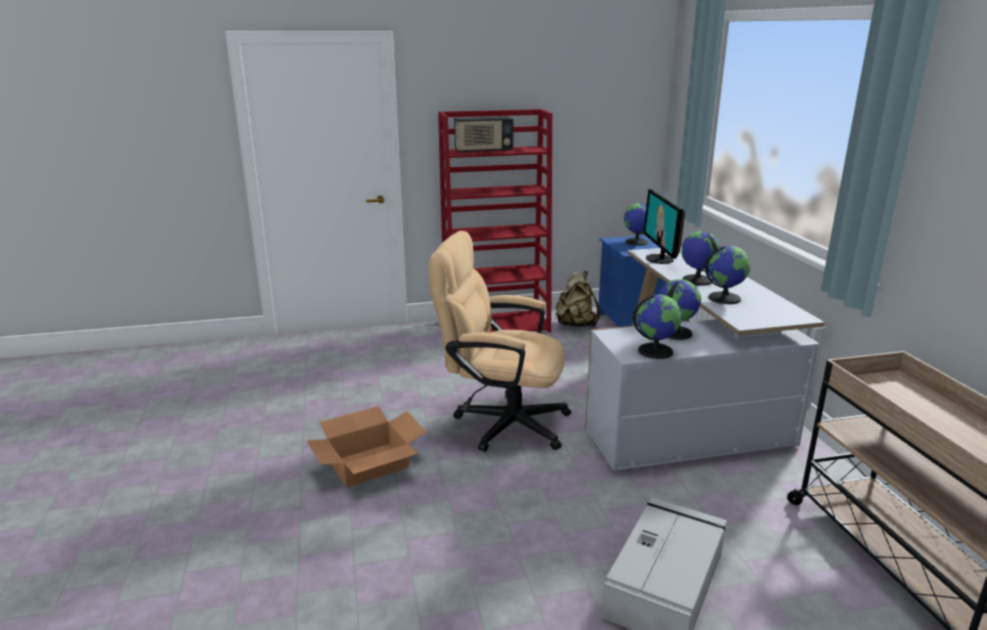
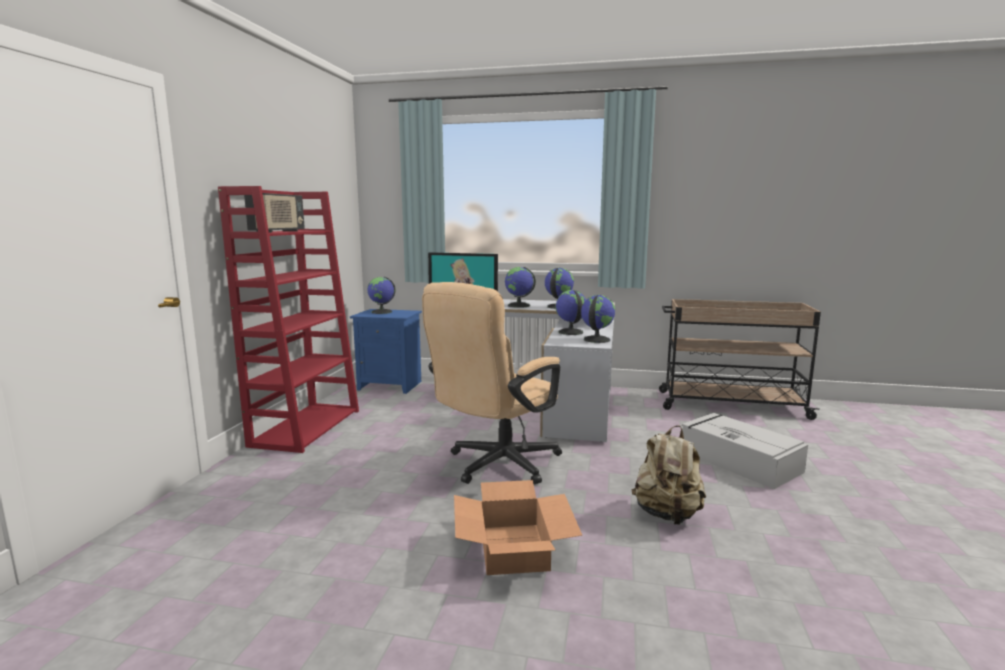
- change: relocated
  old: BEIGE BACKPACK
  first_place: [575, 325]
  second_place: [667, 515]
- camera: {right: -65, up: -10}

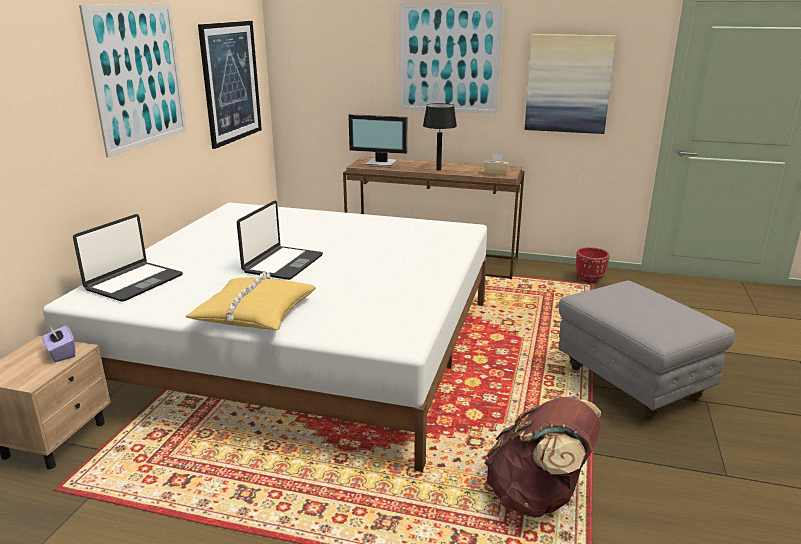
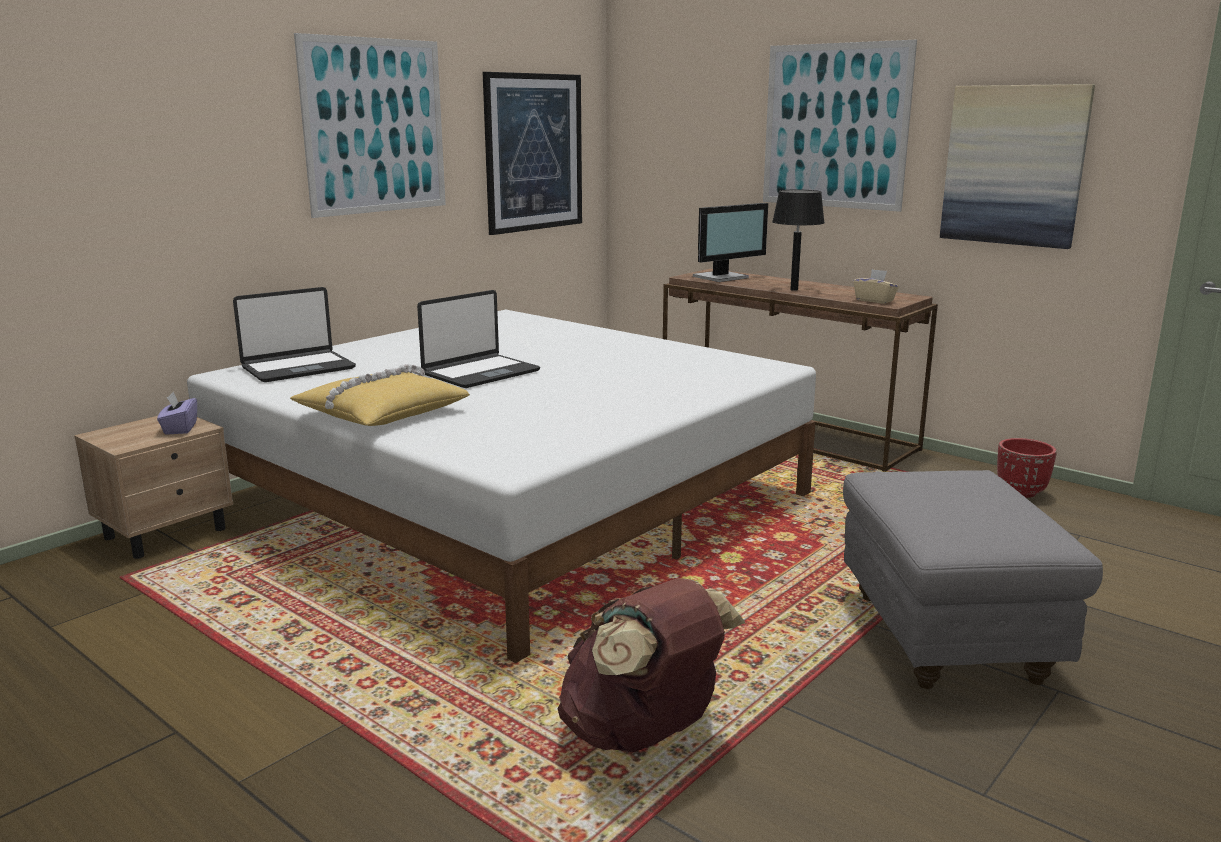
- change: spun
  old: MONITOR
  first_place: [381, 163]
  second_place: [722, 277]
  degrees: -75
- camera: {right: 25, up: -5}

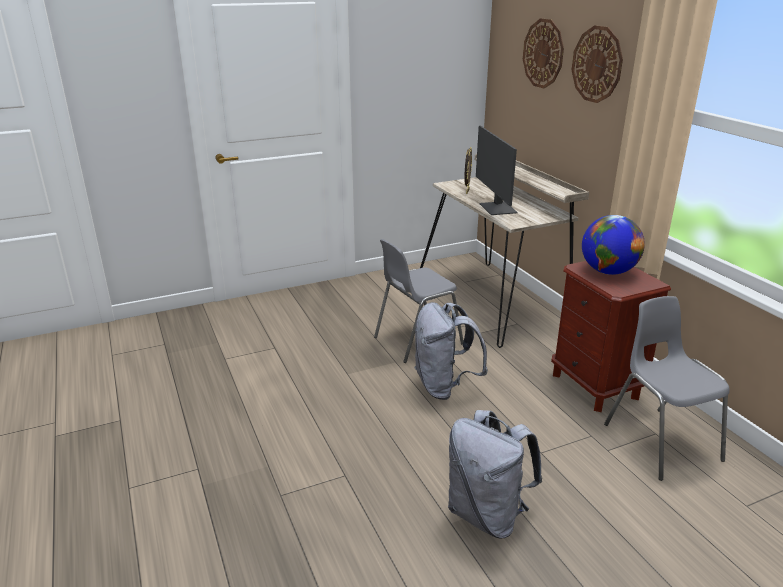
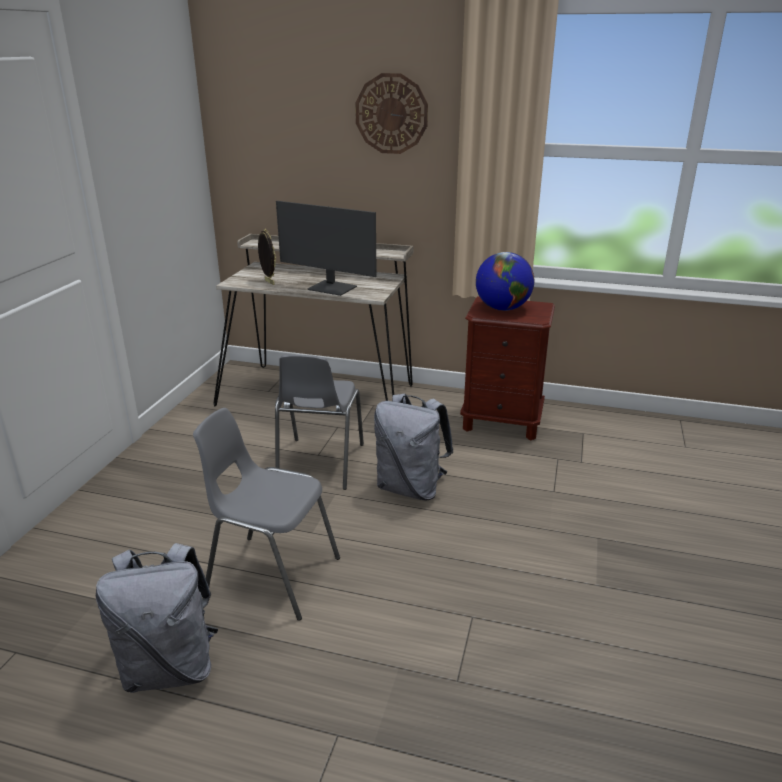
- change: relocated
  old: GREY BACKPACK
  first_place: [487, 514]
  second_place: [170, 667]
- change: missing
  old: WALL CLOCK
  first_place: [543, 53]
- change: relocated
  old: GREY CHAIR
  first_place: [660, 441]
  second_place: [272, 574]
- camera: {right: -50, up: 0}

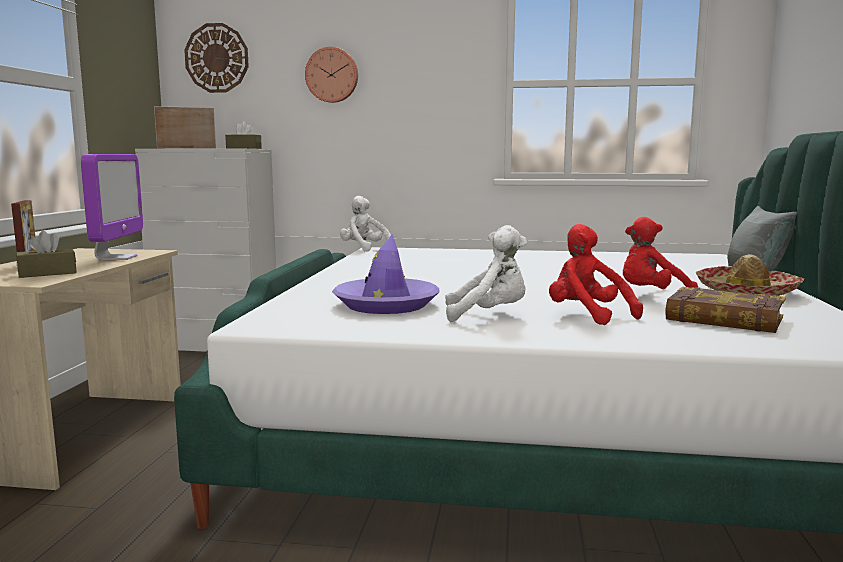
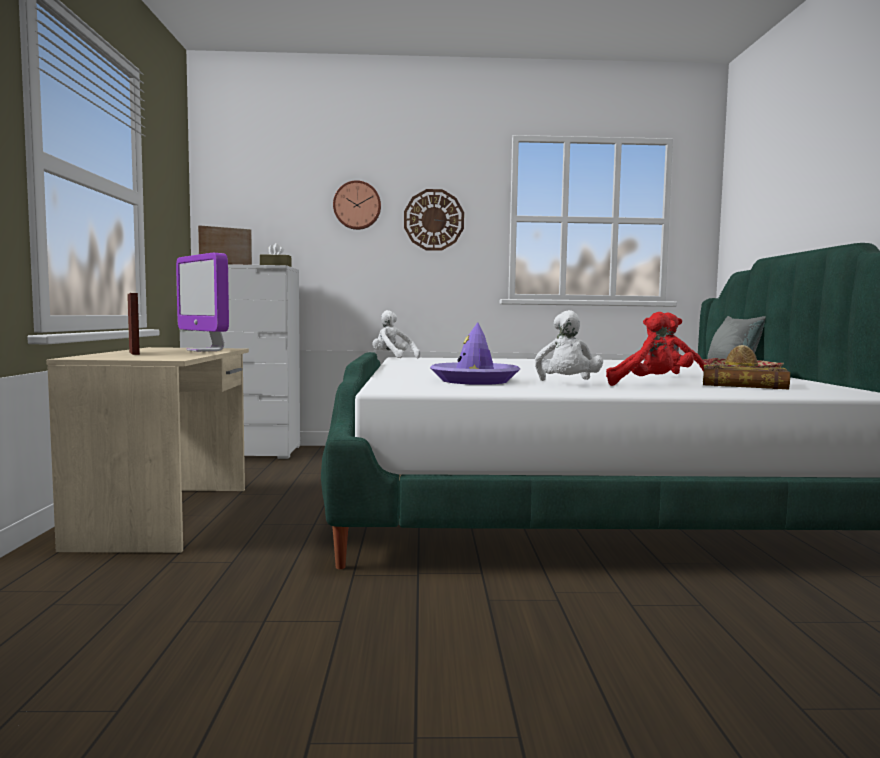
- change: missing
  old: BROWN TISSUE BOX
  first_place: [47, 273]
- change: spun
  old: MONITOR
  first_place: [116, 258]
  second_place: [205, 350]
  degrees: 150
- change: relocated
  old: WALL CLOCK
  first_place: [217, 58]
  second_place: [434, 220]
- change: spun
  old: WHITE PLUSH TOY
  first_place: [489, 315]
  second_place: [567, 384]
  degrees: 105
- change: spun
  old: RED PLUSH TOY
  first_place: [587, 316]
  second_place: [642, 384]
  degrees: 150
- camera: {right: -10, up: -5}

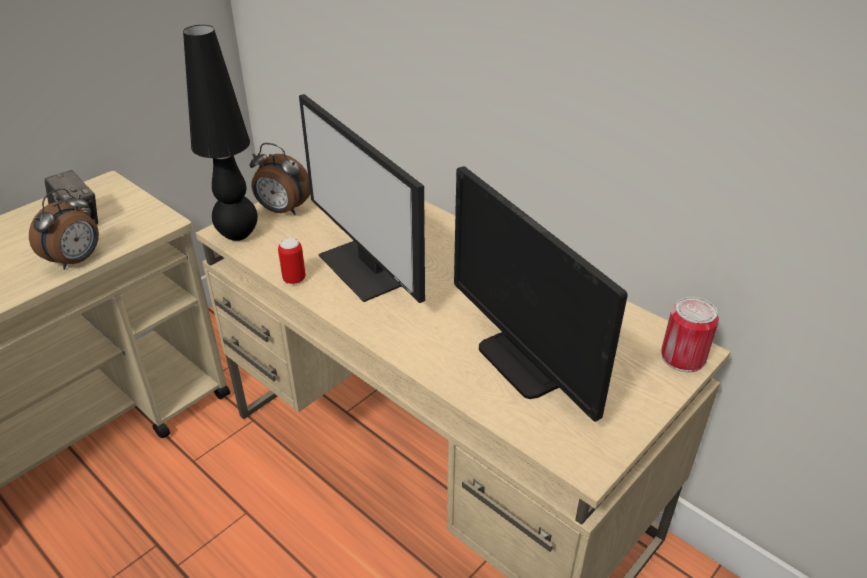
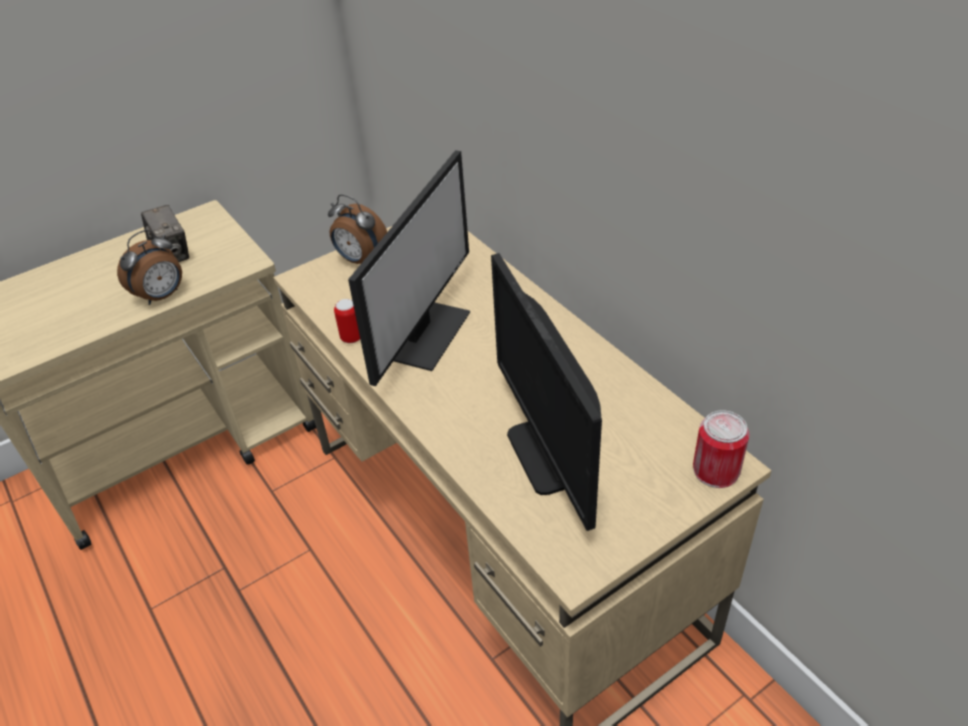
- change: missing
  old: BLACK TABLE LAMP
  first_place: [238, 235]
- change: spun
  old: MONITOR
  first_place: [367, 268]
  second_place: [424, 333]
  degrees: -135
- camera: {right: 15, up: 5}

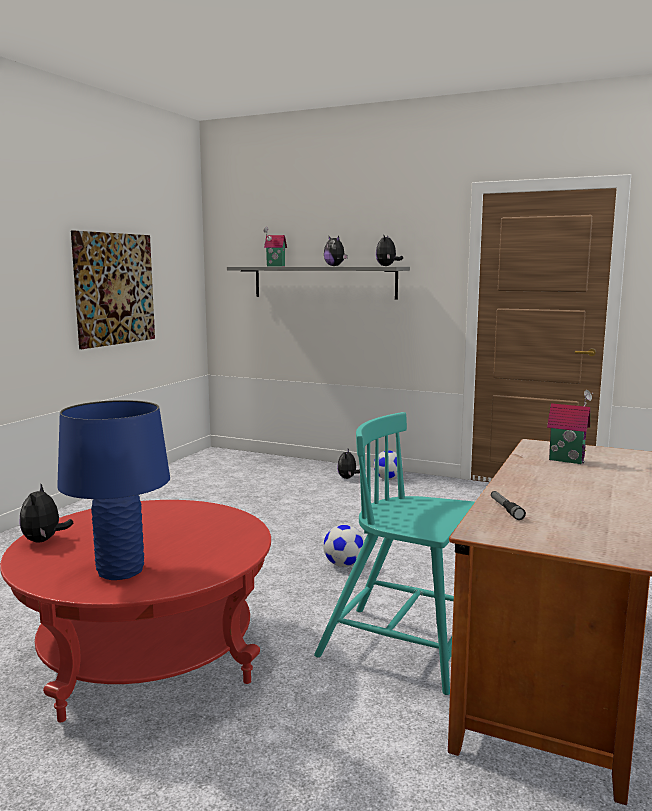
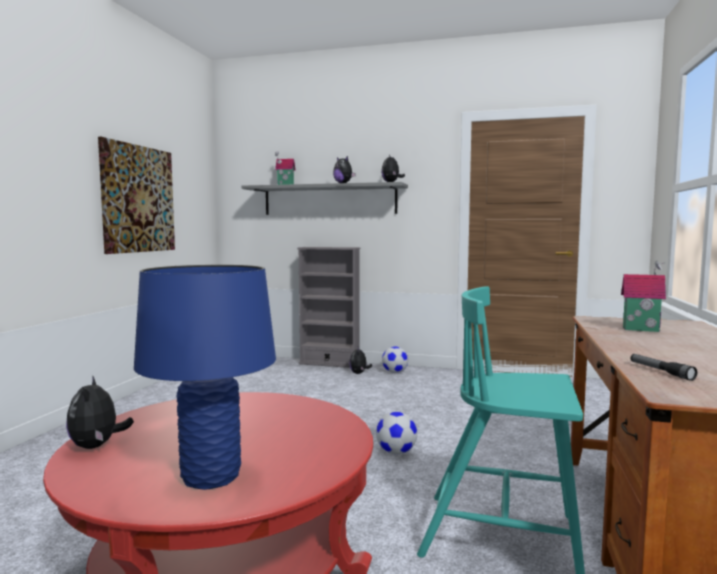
- change: appeared
  new: GREY BOOKCASE
  second_place: [329, 363]
- camera: {right: -10, up: -5}

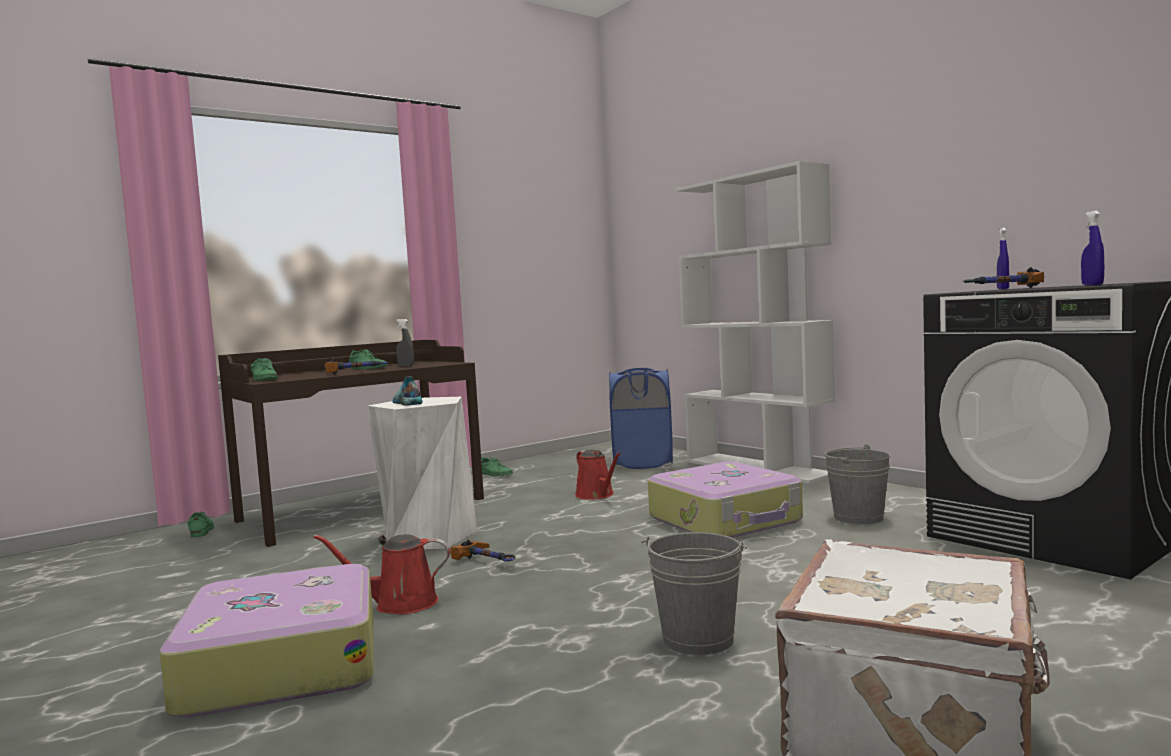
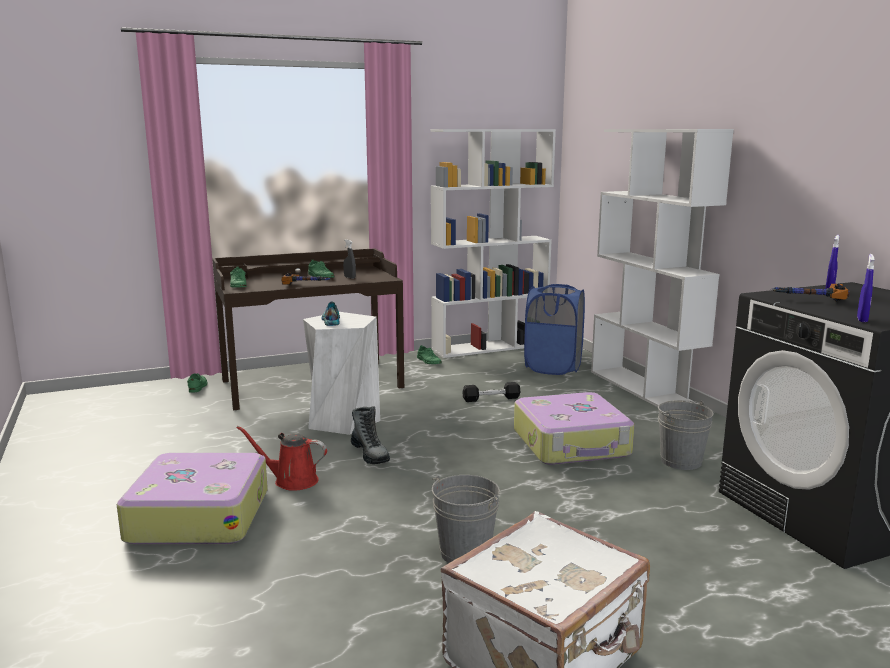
- change: exchanged
  old: HAMMER
  new: BOOT
  first_place: [488, 562]
  second_place: [370, 454]
- change: exchanged
  old: RED WATERING CAN
  new: BLACK DUMBBELL
  first_place: [596, 495]
  second_place: [491, 399]
- change: appeared
  new: WHITE BOOKCASE
  second_place: [490, 347]
- camera: {right: 15, up: 10}

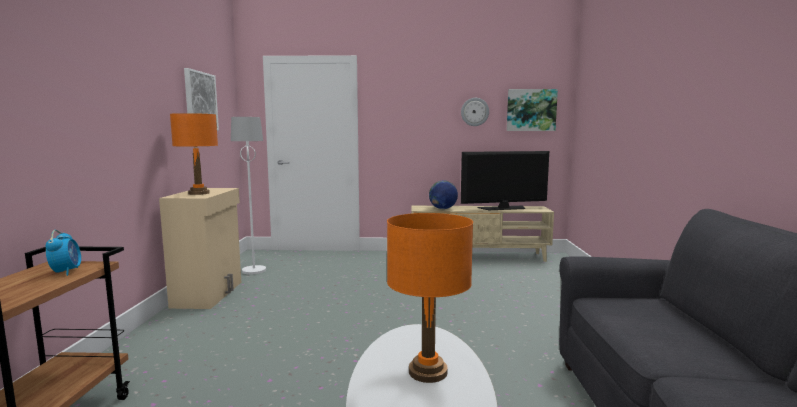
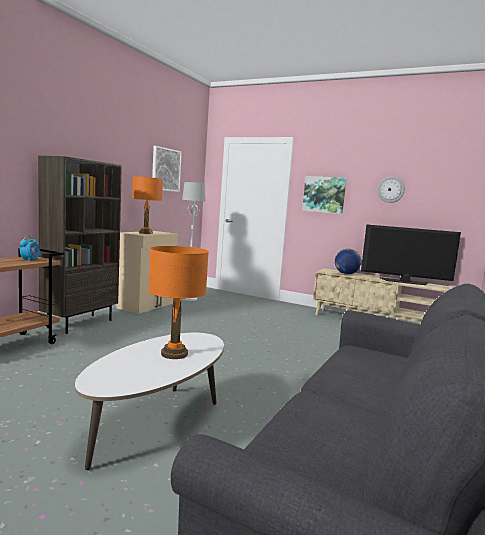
- change: relocated
  old: PICTURE
  first_place: [531, 110]
  second_place: [324, 194]
- change: appeared
  new: BROWN BOOKCASE
  second_place: [80, 323]
- camera: {right: 25, up: 0}

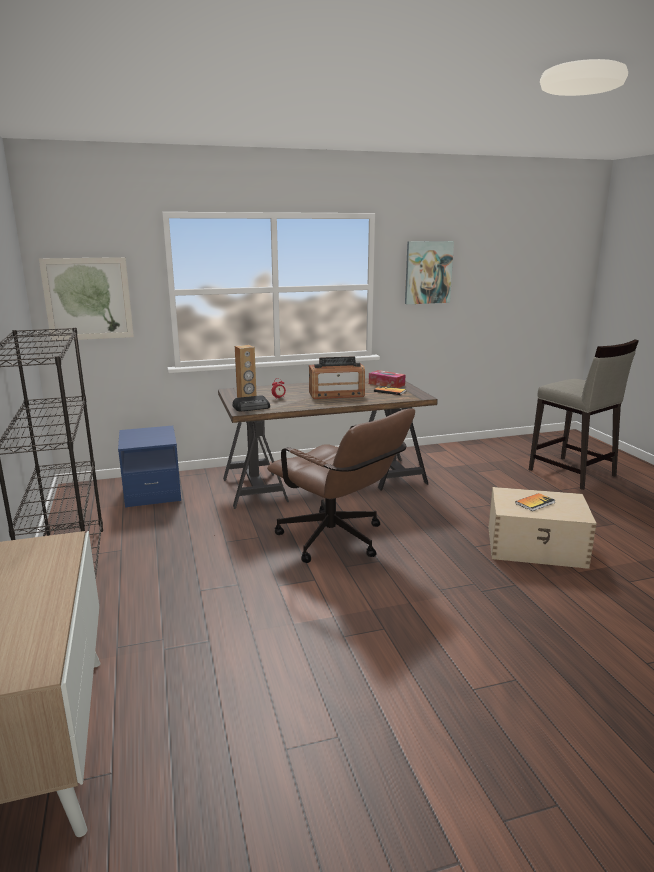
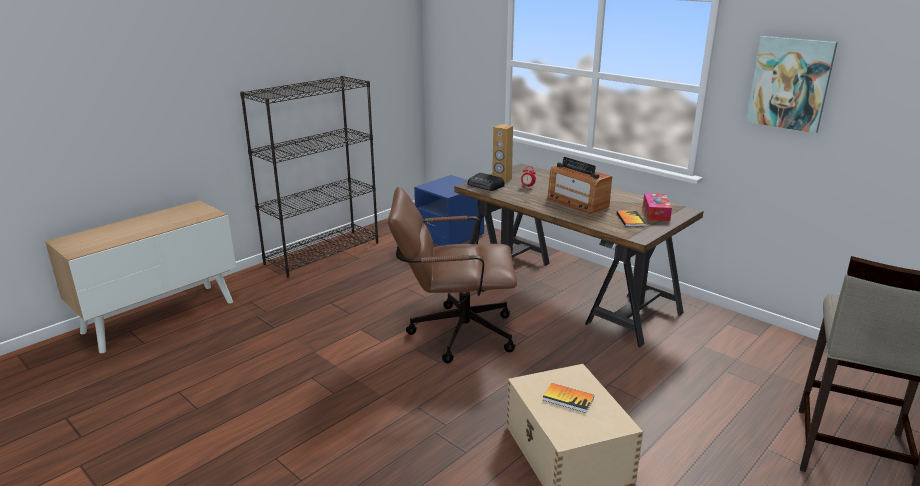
- change: missing
  old: PICTURE
  first_place: [88, 299]
- change: spun
  old: BROWN OFFICE CHAIR
  first_place: [338, 542]
  second_place: [453, 333]
  degrees: 75
- camera: {right: 60, up: 5}

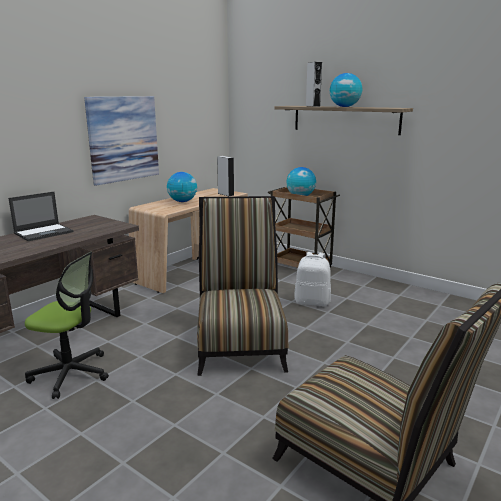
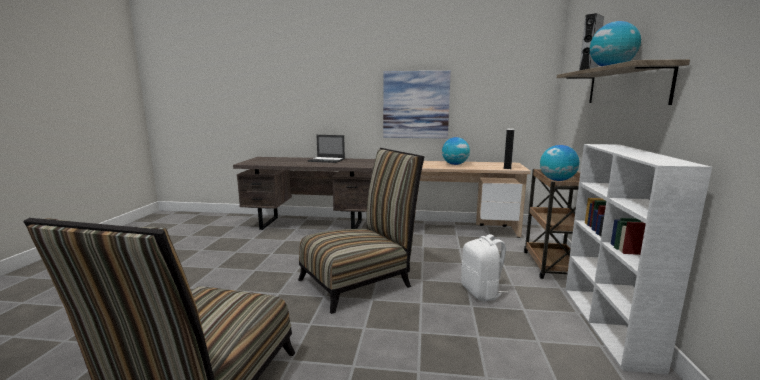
- change: missing
  old: OFFICE CHAIR
  first_place: [71, 374]
- change: appeared
  new: WHITE BOOKCASE
  second_place: [608, 325]
- camera: {right: 60, up: -5}

